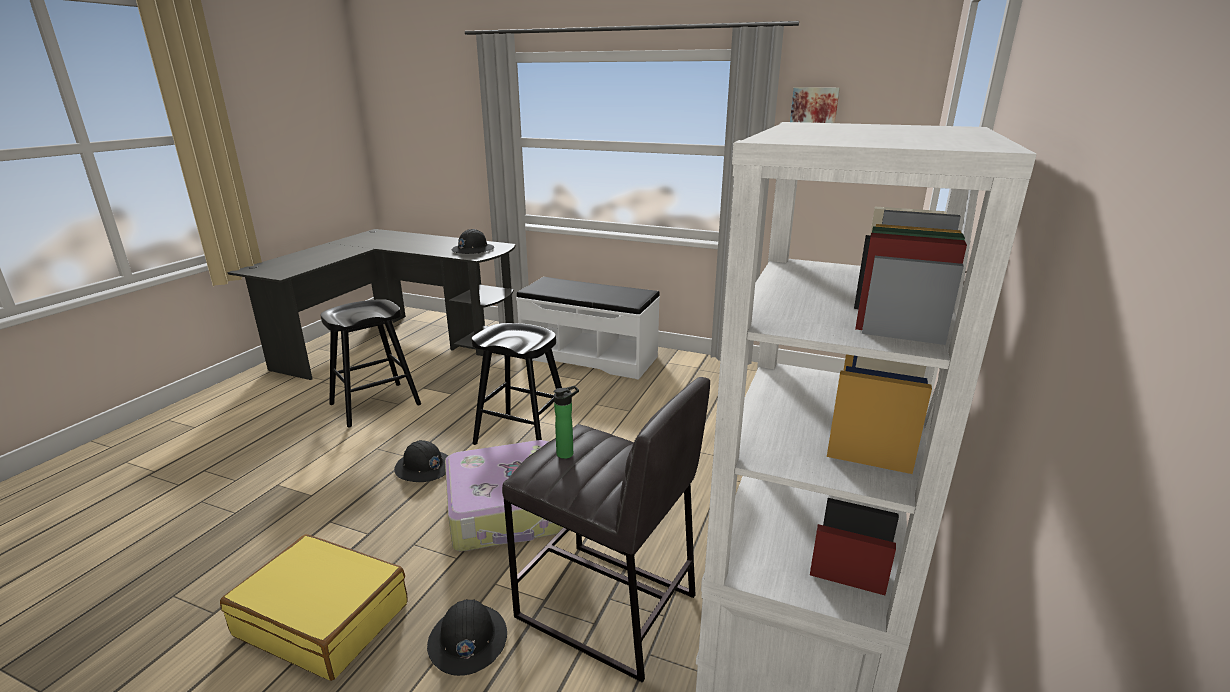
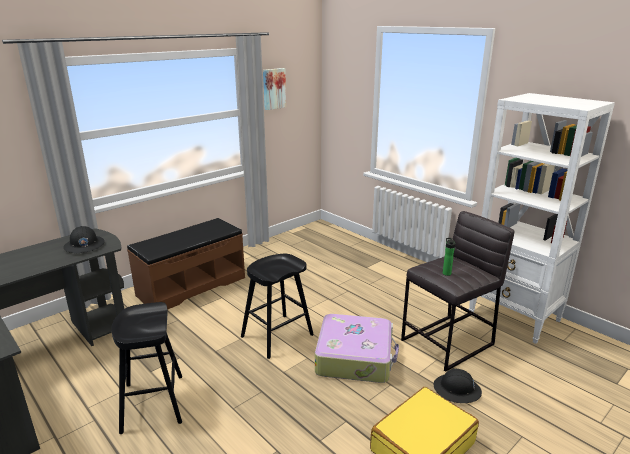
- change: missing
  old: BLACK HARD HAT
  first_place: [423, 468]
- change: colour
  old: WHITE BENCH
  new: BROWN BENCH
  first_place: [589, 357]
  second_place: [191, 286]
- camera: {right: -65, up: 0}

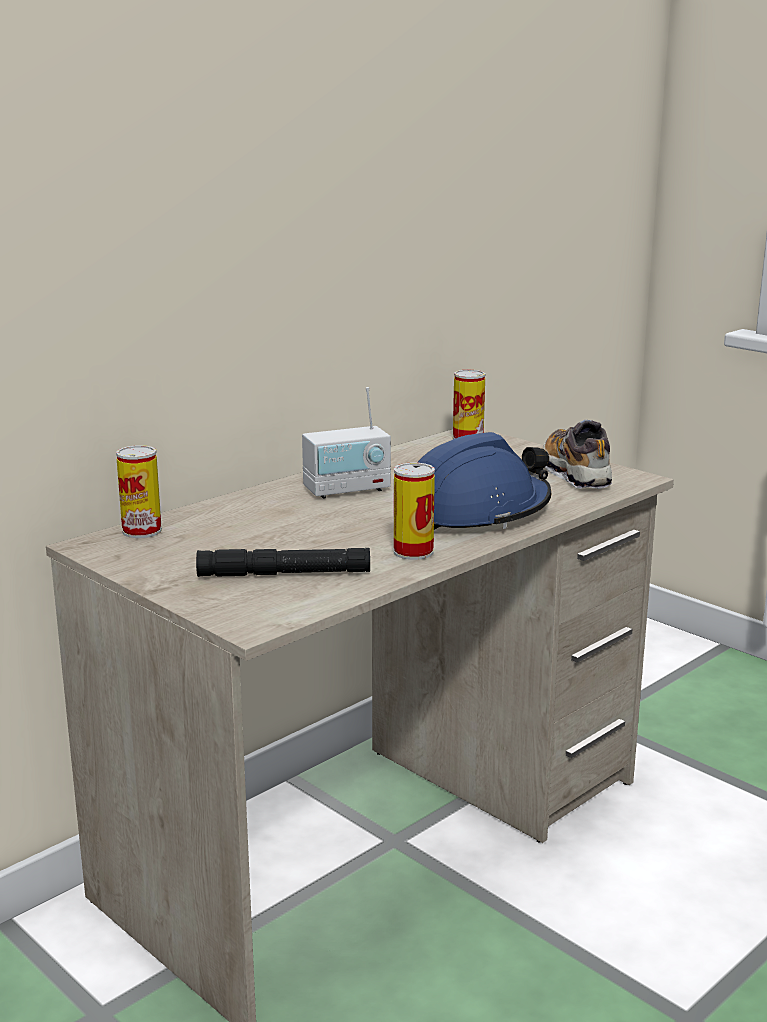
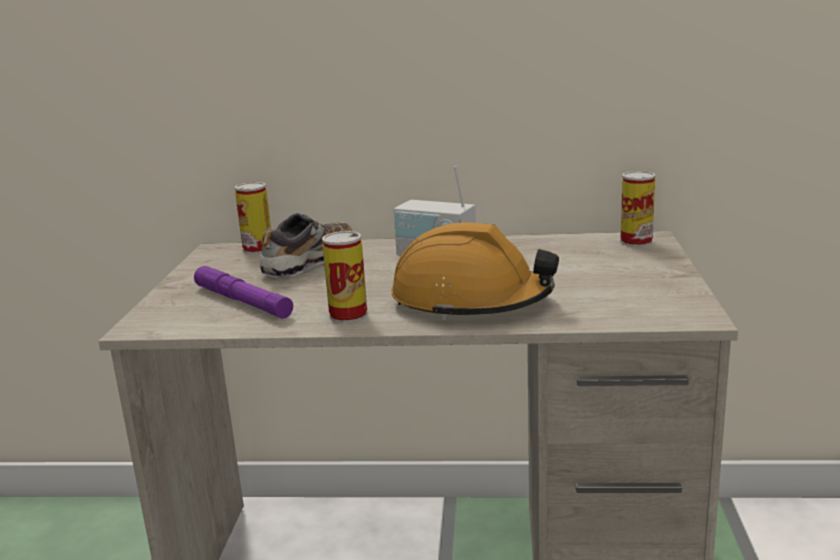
- change: colour
  old: BLACK FLASHLIGHT
  new: PURPLE FLASHLIGHT
  first_place: [284, 573]
  second_place: [242, 301]
- change: colour
  old: BLUE HARD HAT
  new: ORANGE HARD HAT
  first_place: [474, 512]
  second_place: [471, 301]
- change: relocated
  old: SHOE
  first_place: [575, 473]
  second_place: [308, 263]
- camera: {right: 50, up: 0}

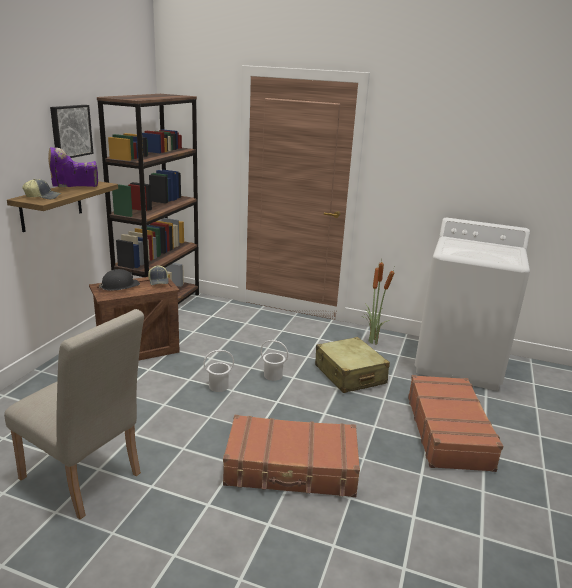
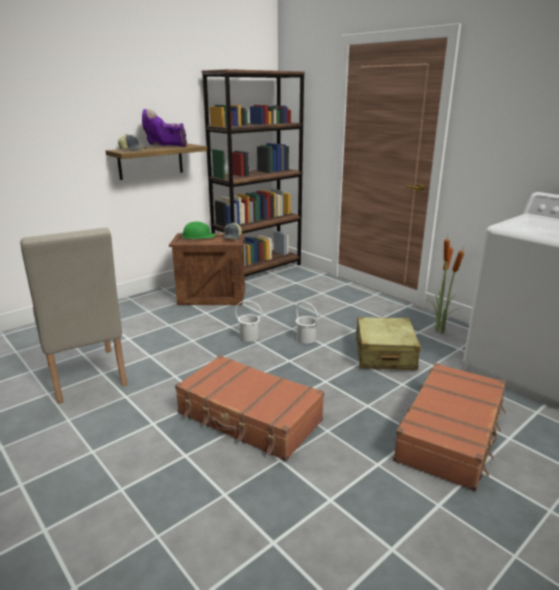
- change: missing
  old: PICTURE
  first_place: [70, 131]
- change: colour
  old: BLACK HARD HAT
  new: GREEN HARD HAT
  first_place: [119, 285]
  second_place: [198, 236]
- camera: {right: 30, up: 0}

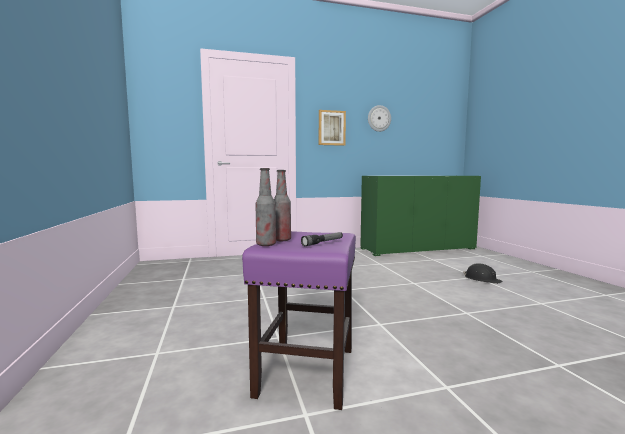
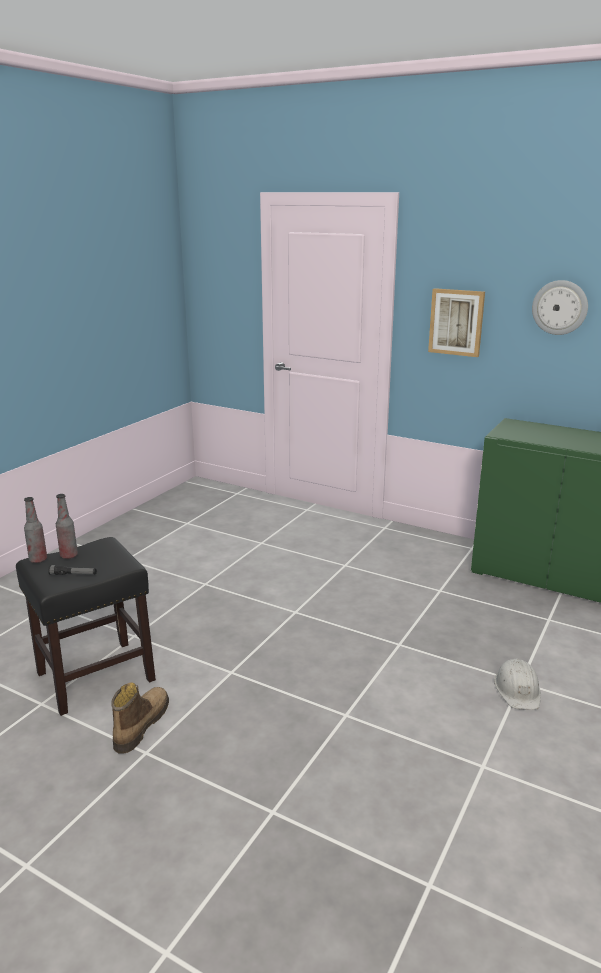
- change: colour
  old: PURPLE STOOL
  new: BLACK STOOL
  first_place: [306, 372]
  second_place: [94, 677]
- change: colour
  old: BLACK HARD HAT
  new: WHITE HARD HAT
  first_place: [482, 279]
  second_place: [517, 690]
- change: appeared
  new: BOOT
  second_place: [140, 725]
- camera: {right: 45, up: 15}

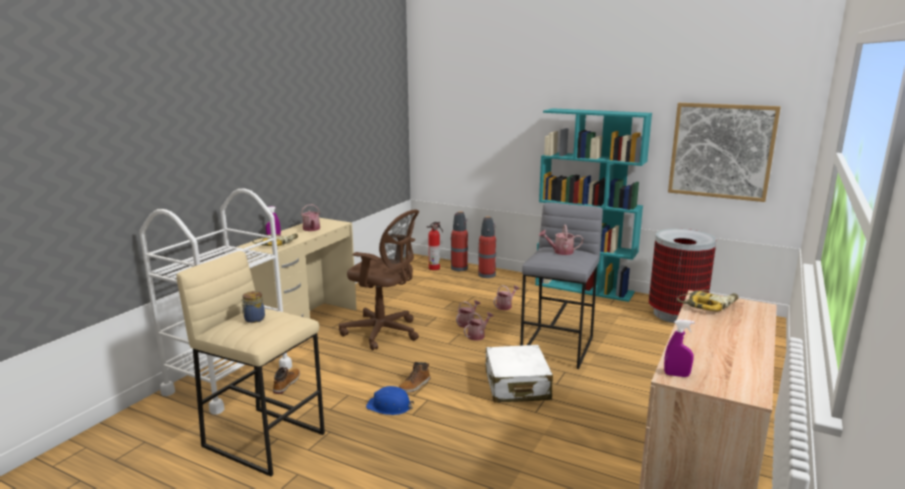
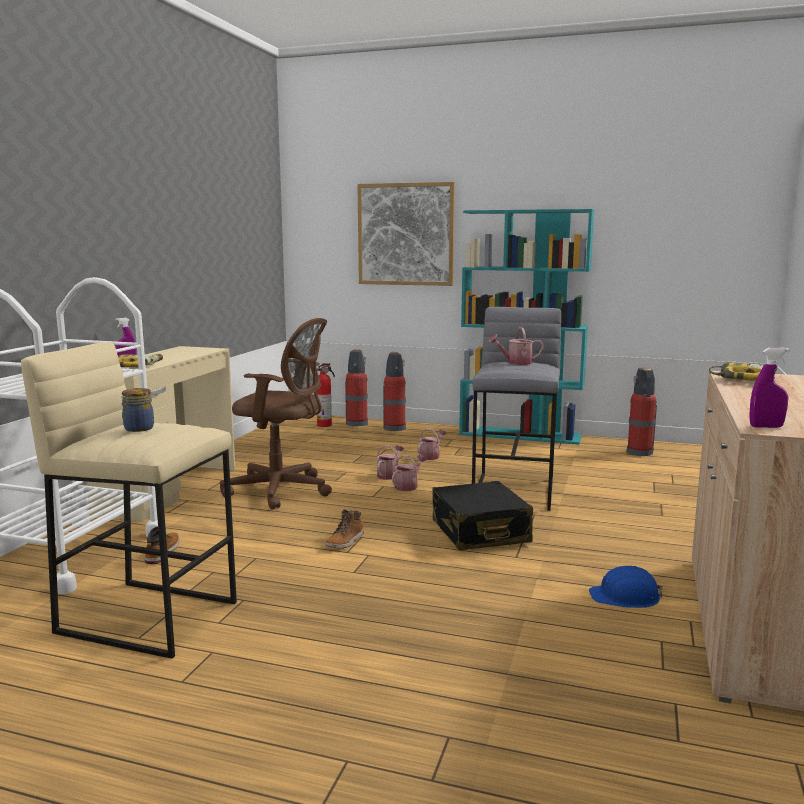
- change: missing
  old: WATERING CAN
  first_place: [312, 229]
- change: relocated
  old: BLUE HARD HAT
  first_place: [389, 406]
  second_place: [625, 597]
- change: colour
  old: WHITE SUITCASE
  new: BLACK SUITCASE
  first_place: [516, 385]
  second_place: [479, 532]
- change: exchanged
  old: TRASH CAN
  new: FIRE EXTINGUISHER
  first_place: [675, 314]
  second_place: [639, 453]
- change: relocated
  old: PICTURE
  first_place: [721, 151]
  second_place: [406, 234]
- camera: {right: -10, up: -5}

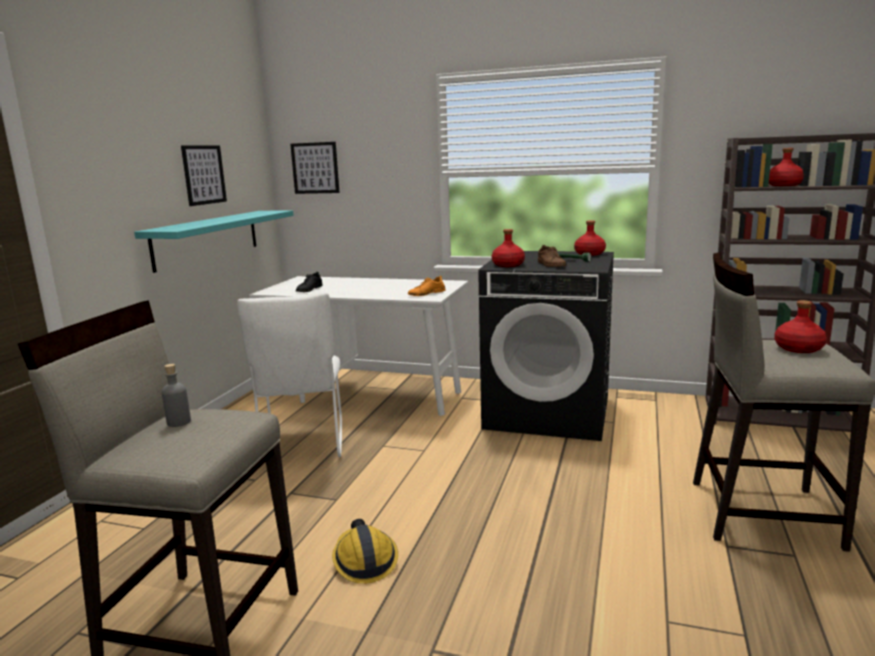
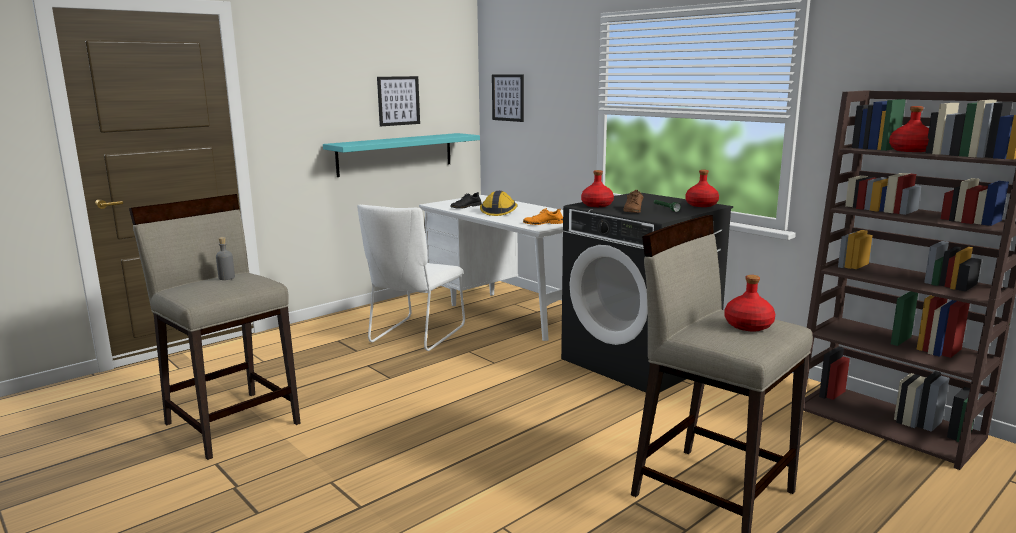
- change: relocated
  old: HARD HAT
  first_place: [364, 560]
  second_place: [499, 211]
- camera: {right: 30, up: 0}

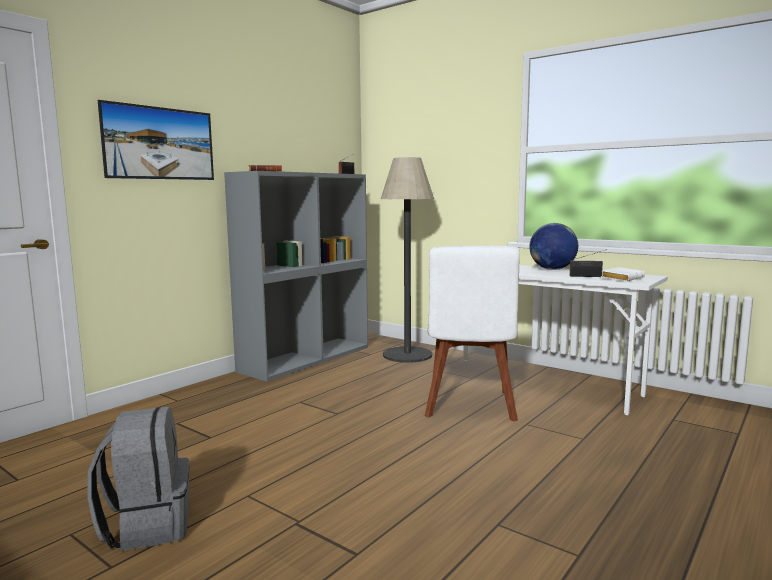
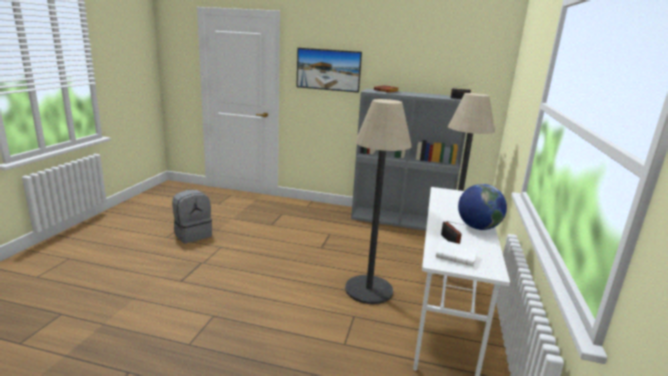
- change: exchanged
  old: WHITE CHAIR
  new: FLOOR LAMP
  first_place: [470, 406]
  second_place: [368, 289]
- camera: {right: 65, up: 10}

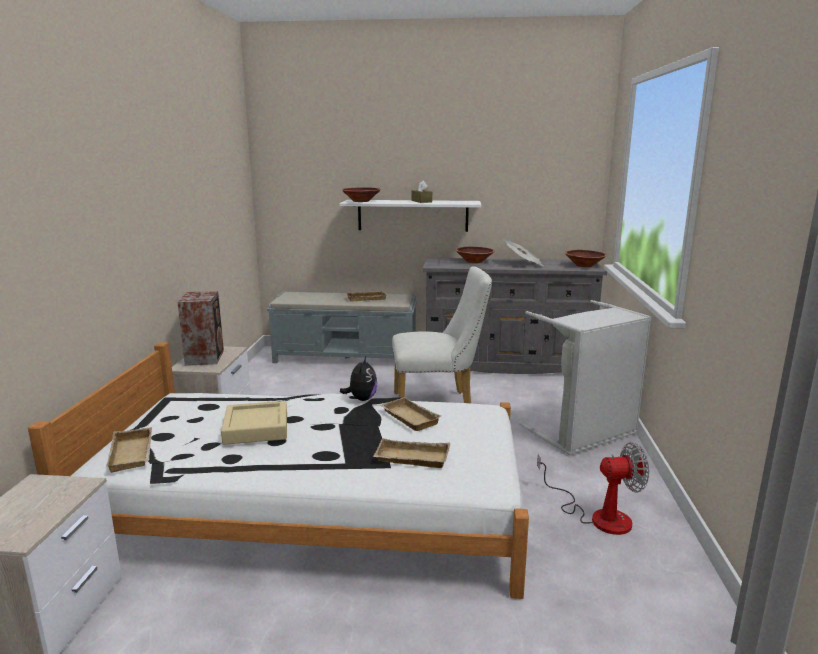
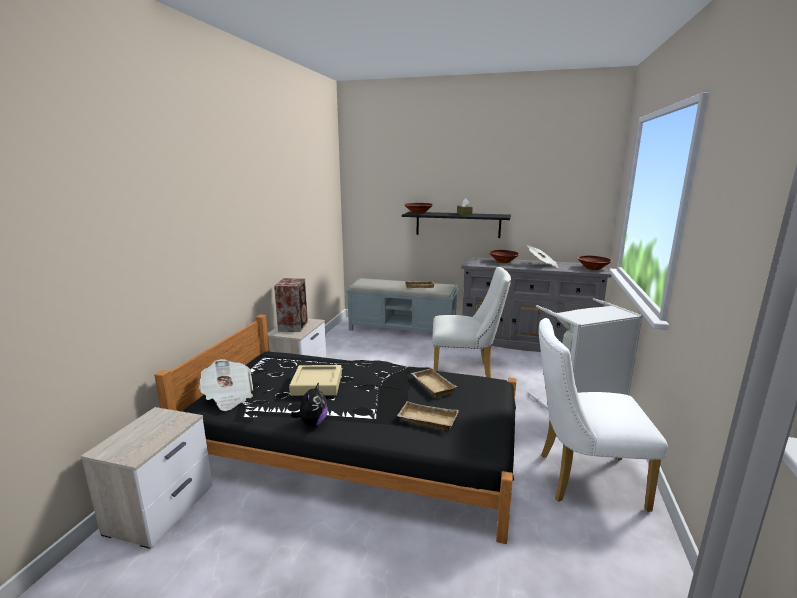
- change: colour
  old: WHITE BED
  new: BLACK BED
  first_place: [313, 508]
  second_place: [356, 447]
- change: exchanged
  old: BEIGE TRAY
  new: NEWSPAPER
  first_place: [134, 454]
  second_place: [228, 397]
- change: colour
  old: WHITE SHELF
  new: BLACK SHELF
  first_place: [412, 215]
  second_place: [457, 224]
- change: relocated
  old: PLUSH TOY
  first_place: [361, 399]
  second_place: [312, 423]
- change: exchanged
  old: FAN
  new: WHITE CHAIR
  first_place: [598, 516]
  second_place: [581, 479]
- camera: {right: 10, up: 0}

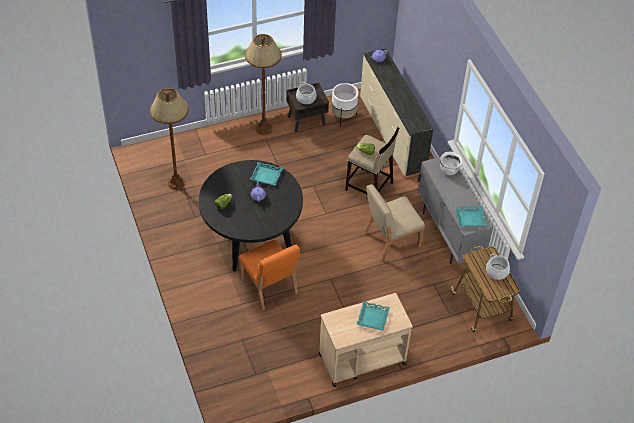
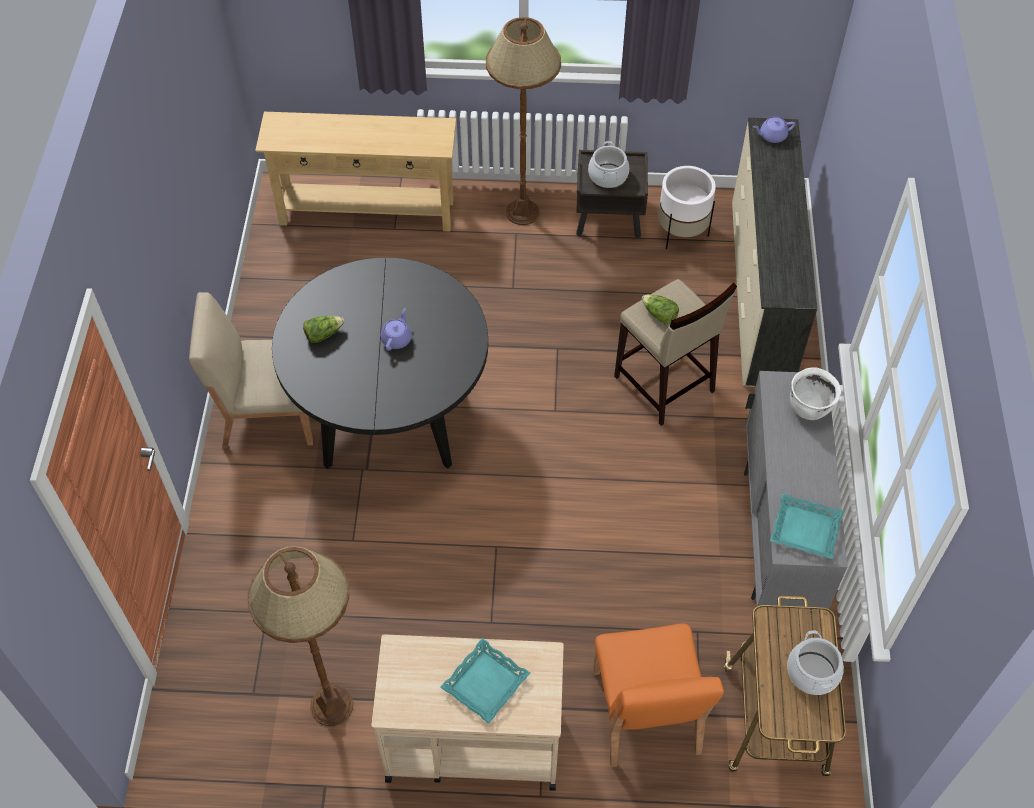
- change: relocated
  old: BROWN FLOOR LAMP
  first_place: [176, 183]
  second_place: [332, 705]
- change: relocated
  old: ORANGE CHAIR
  first_place: [269, 286]
  second_place: [645, 713]
- change: missing
  old: TURQUOISE TRAY
  first_place: [266, 176]
- change: relocated
  old: BEIGE CHAIR
  first_place: [391, 239]
  second_place: [268, 413]
- change: appeared
  new: BEIGE CONSOLE TABLE
  second_place: [367, 212]
- camera: {right: 25, up: 5}

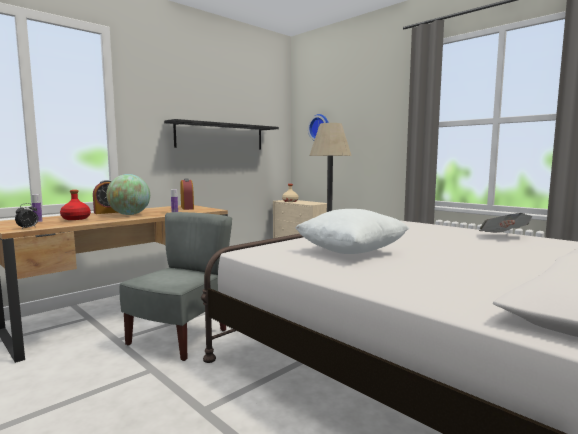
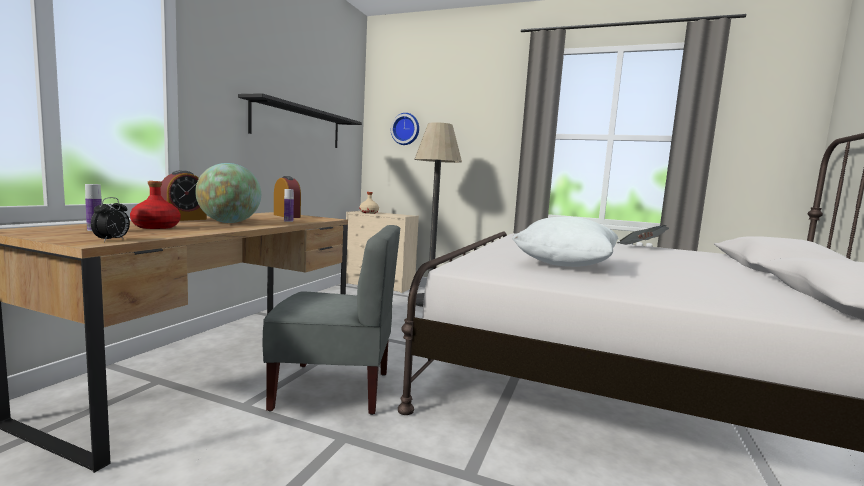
- change: spun
  old: GREY CHAIR
  first_place: [180, 338]
  second_place: [334, 389]
  degrees: 90
- camera: {right: -25, up: 0}

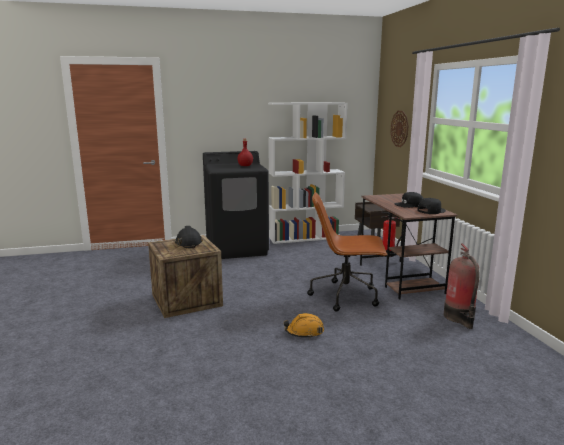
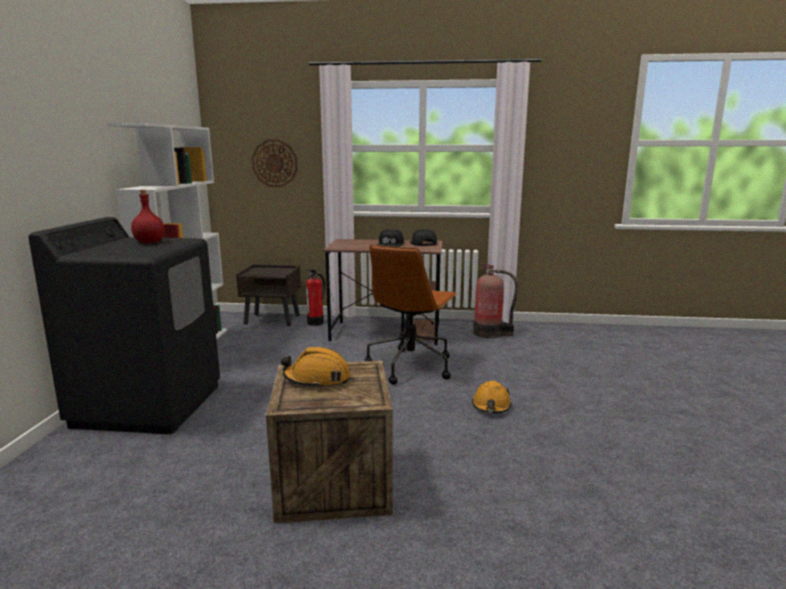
- change: colour
  old: BLACK HARD HAT
  new: ORANGE HARD HAT
  first_place: [188, 243]
  second_place: [317, 379]
- camera: {right: -70, up: 0}

